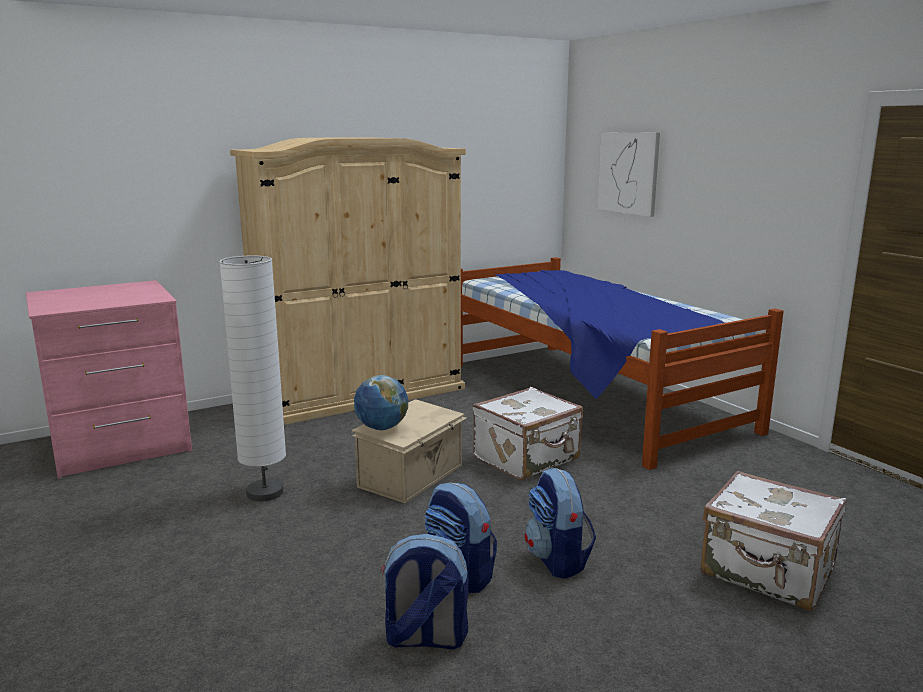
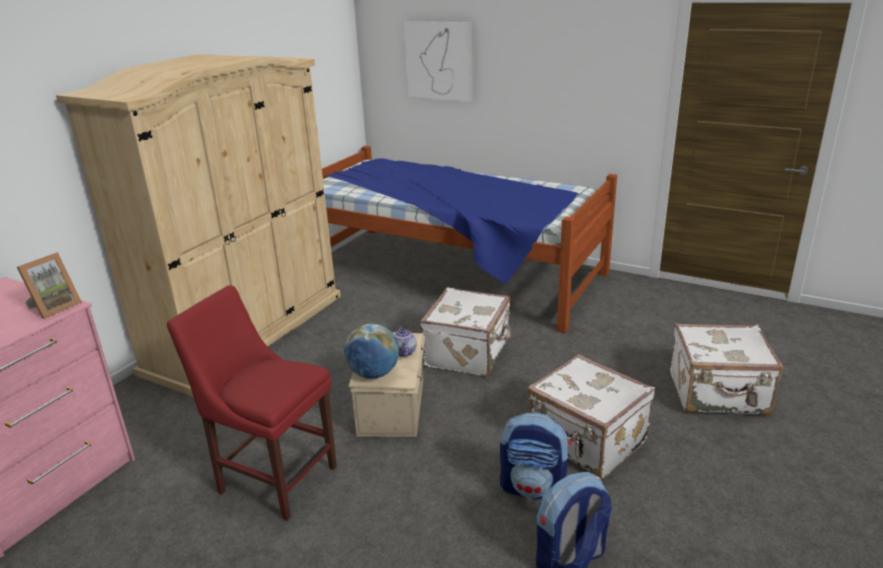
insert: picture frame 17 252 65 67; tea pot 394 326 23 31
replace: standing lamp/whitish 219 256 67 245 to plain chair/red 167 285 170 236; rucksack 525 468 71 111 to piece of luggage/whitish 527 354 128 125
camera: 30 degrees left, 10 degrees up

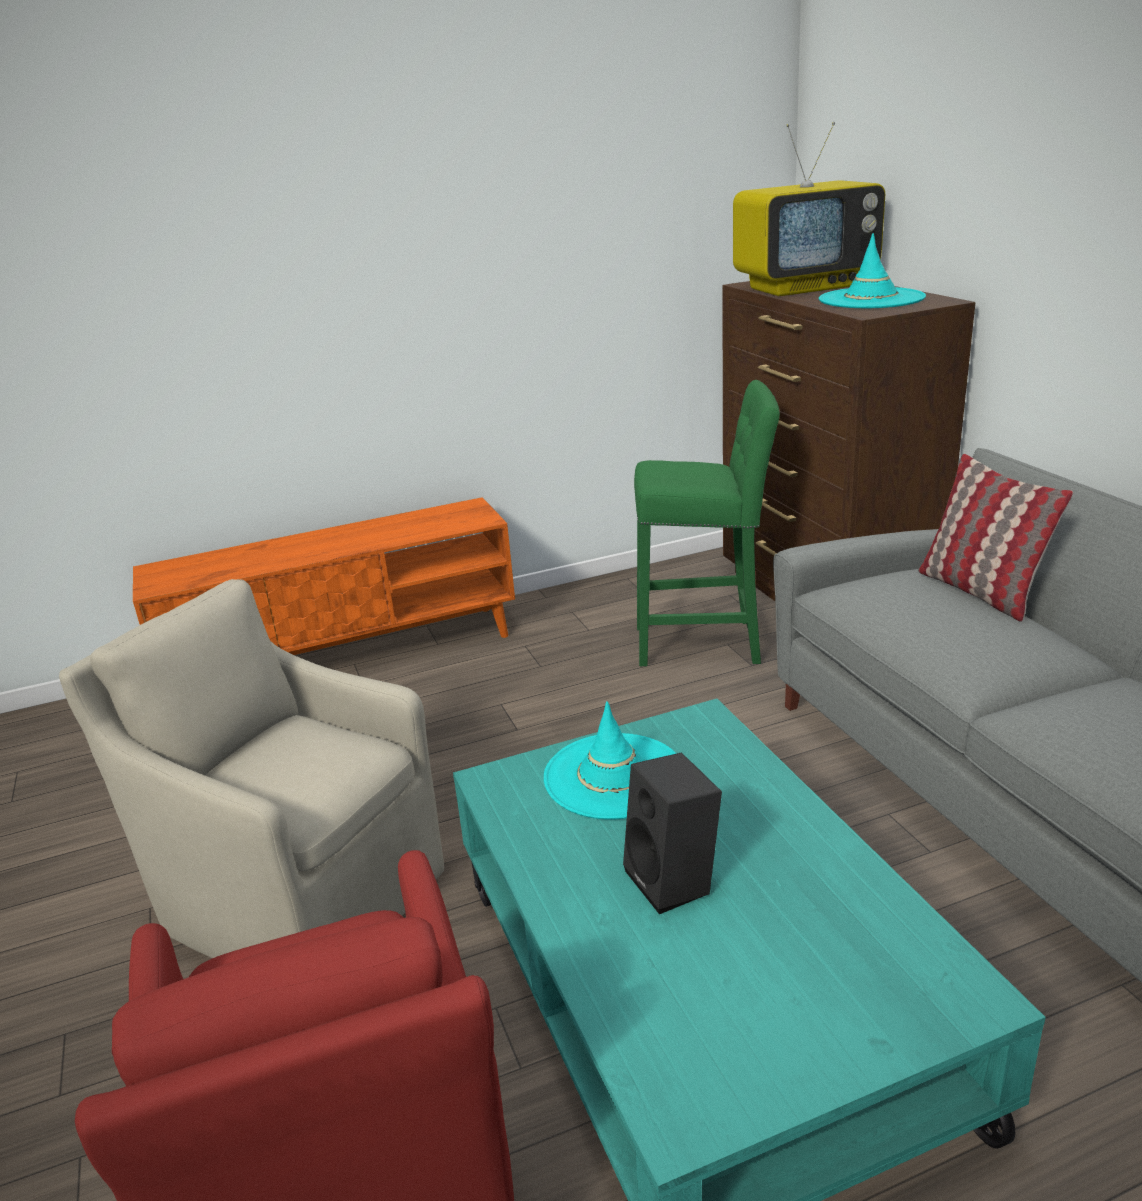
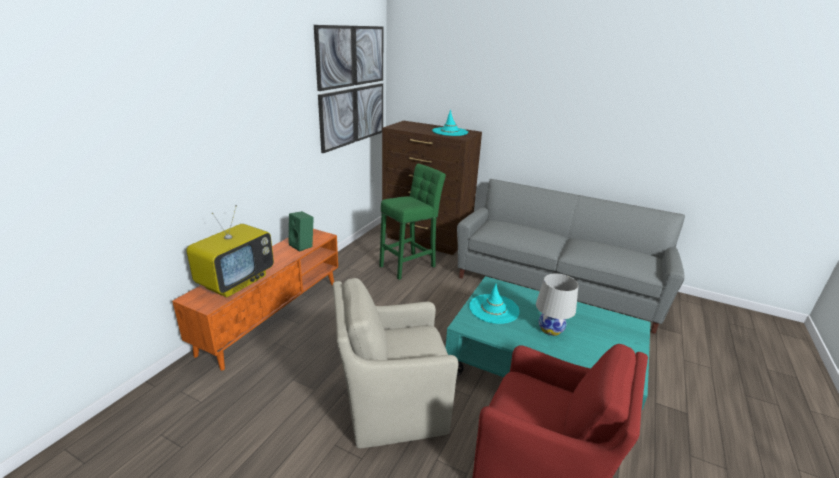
delete: cushion 918 454 155 168
insert: picture 314 25 69 128; audio speaker/greenish 289 211 25 41
move: TV 733 122 152 174 to 186 205 88 92
replace: audio speaker/blackish 623 752 99 162 to lamp for a table/whitish 536 274 42 62
camera: 45 degrees left, 0 degrees up

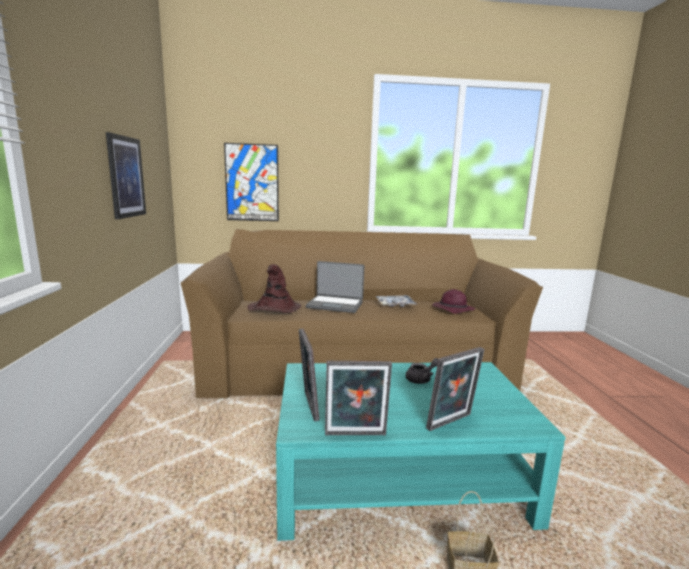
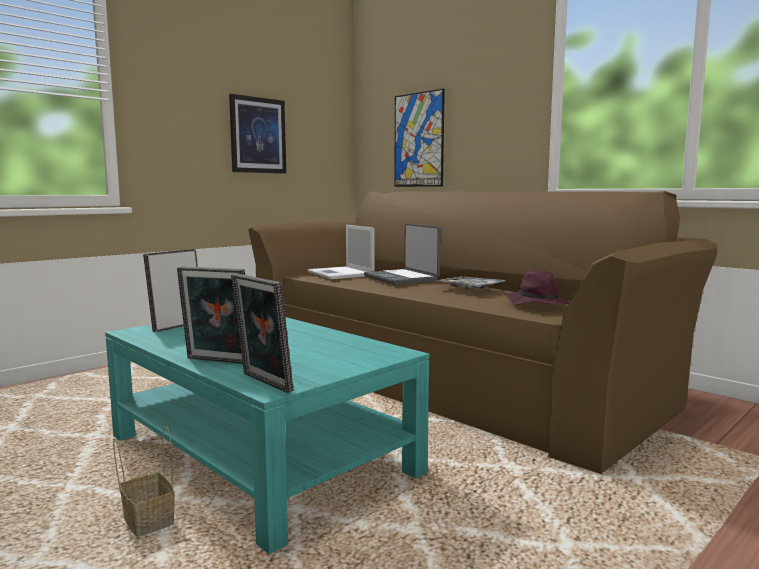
delete: tea pot/gray 406 358 32 26
move: picture frame 325 361 67 74 to 231 274 62 119
replace: hat/brown 247 264 54 49 to portable computer 307 225 68 54
camera: 50 degrees right, 5 degrees down

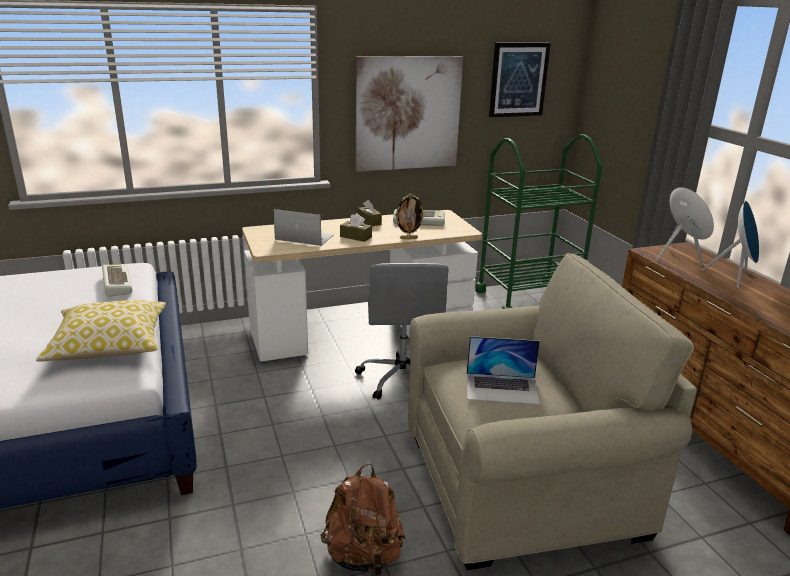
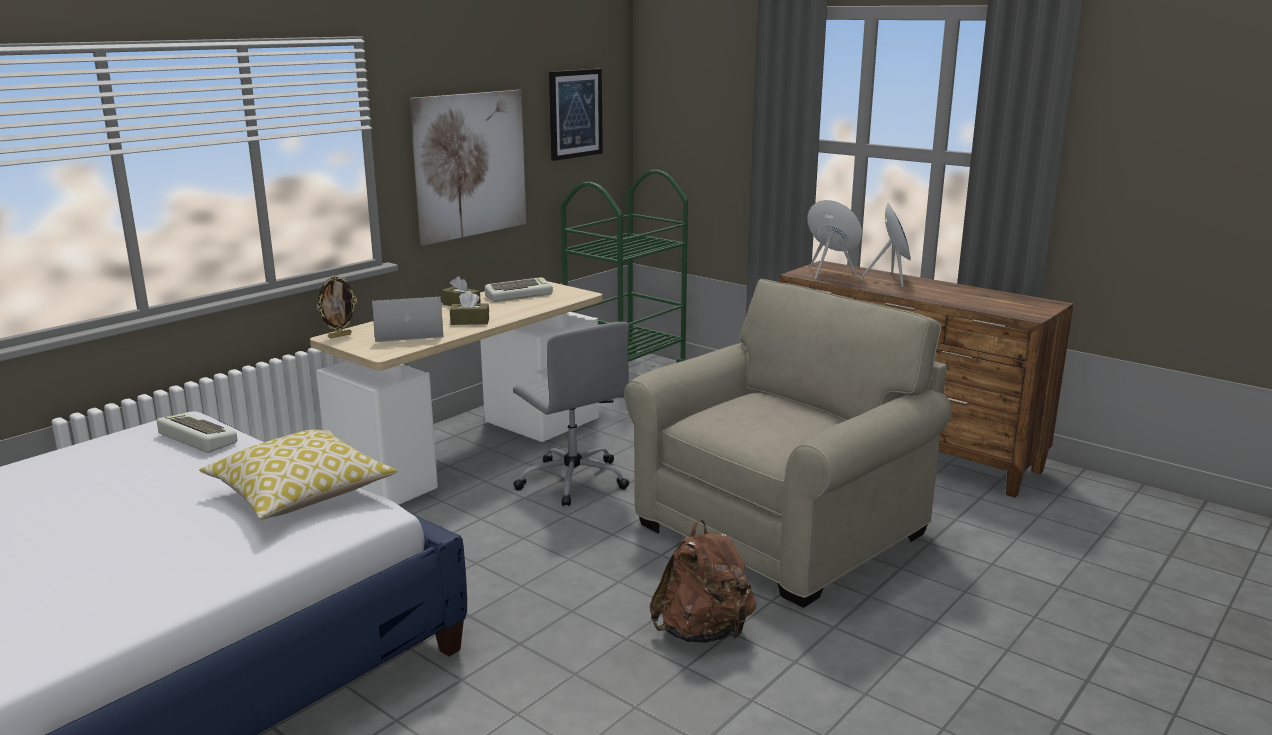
delete: portable computer 467 336 73 69
move: picture frame 395 194 30 45 to 317 275 40 63
camera: 30 degrees left, 5 degrees down

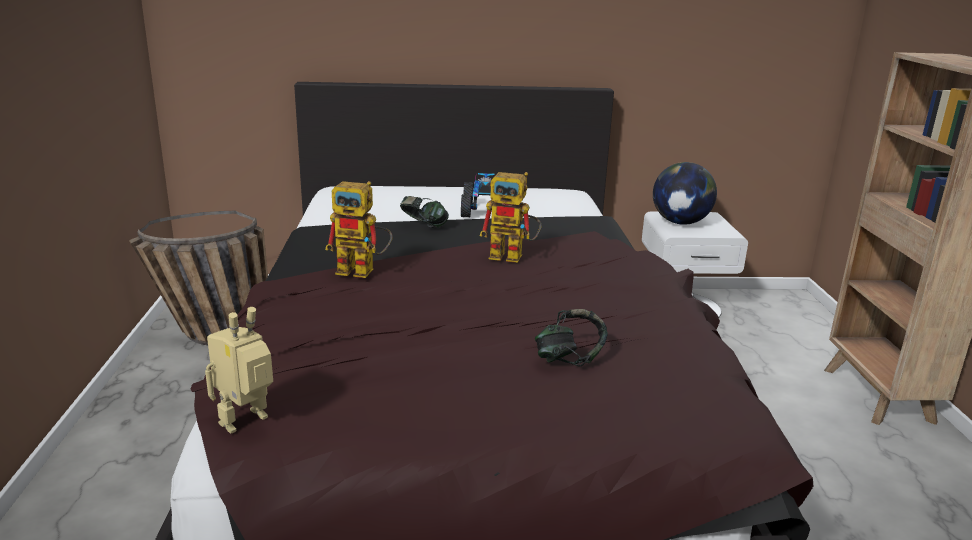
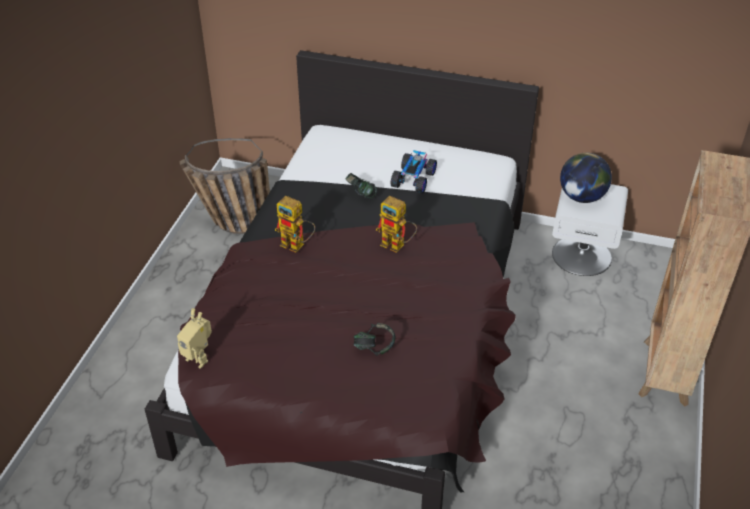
rotate: model robot 205 307 68 127 = 177 308 35 61 120 degrees counterclockwise
camera: 20 degrees right, 20 degrees up

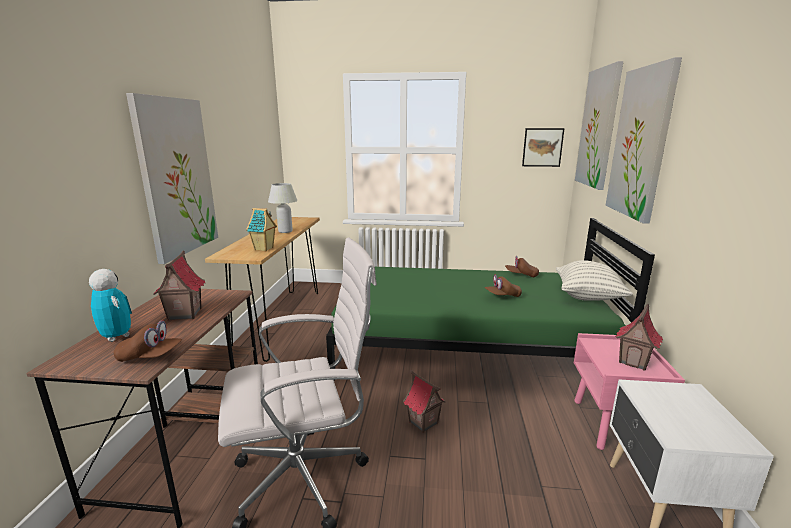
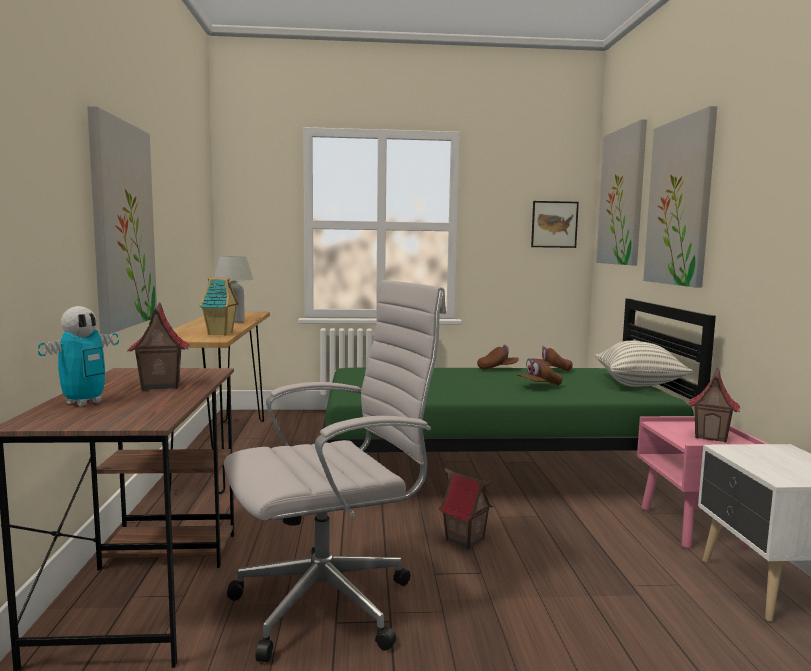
move: peaked cap/brown 114 320 68 42 to 477 345 42 25
rotate: model robot 89 269 43 73 = 38 306 81 101 90 degrees clockwise
camera: 10 degrees left, 10 degrees down

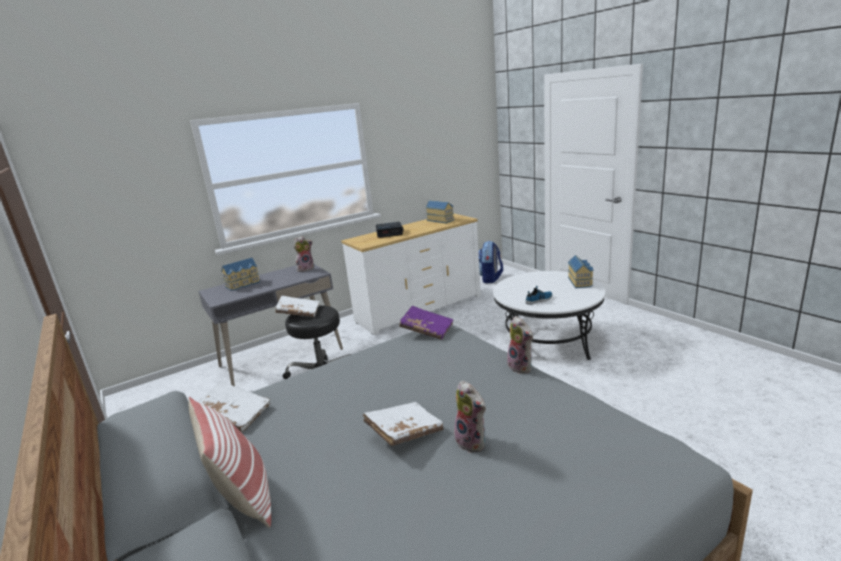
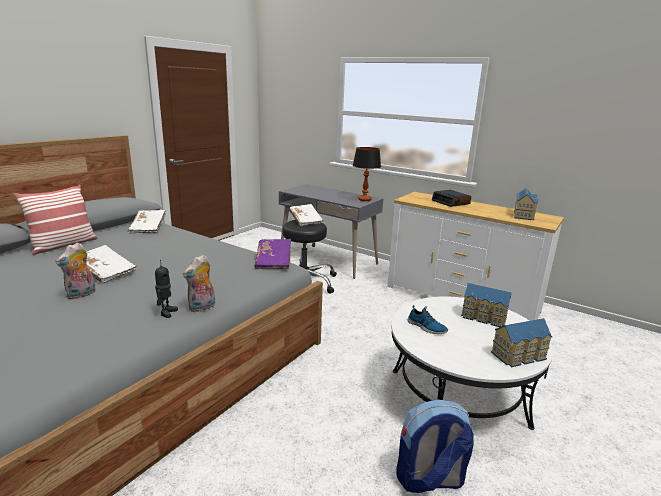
insert: model robot 155 260 23 58
move: rucksack 479 241 24 42 to 396 399 78 94; toy house 221 258 39 33 to 461 283 51 44
replace: soft toy 294 236 20 36 to lamp for a table 353 147 28 54
camera: 65 degrees right, 0 degrees up

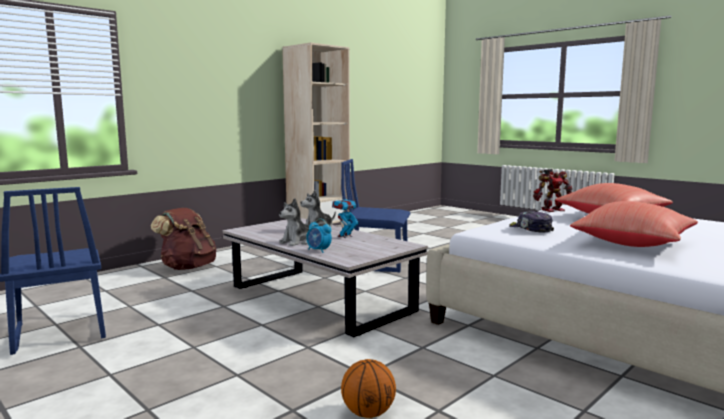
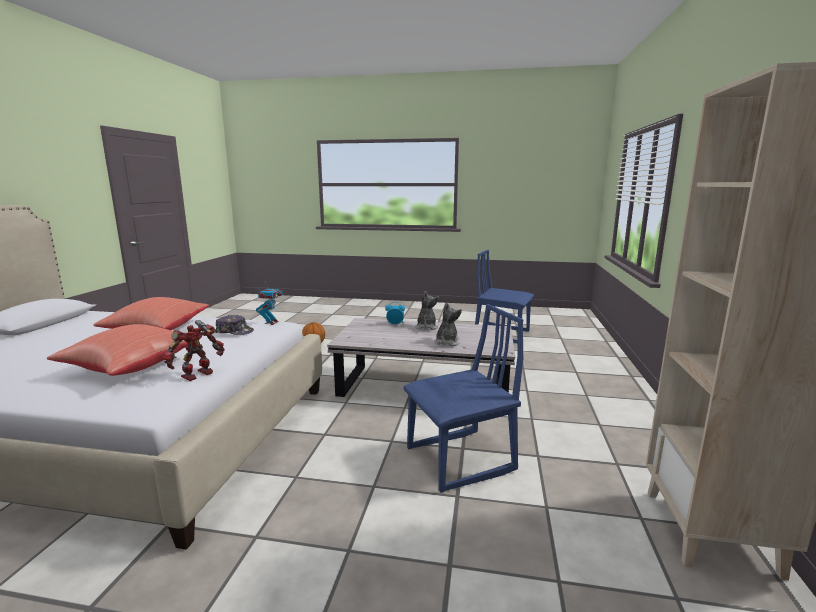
delete: rucksack/brown 151 208 65 62
move: model robot 332 194 27 44 to 256 282 27 43
camera: 145 degrees right, 5 degrees up

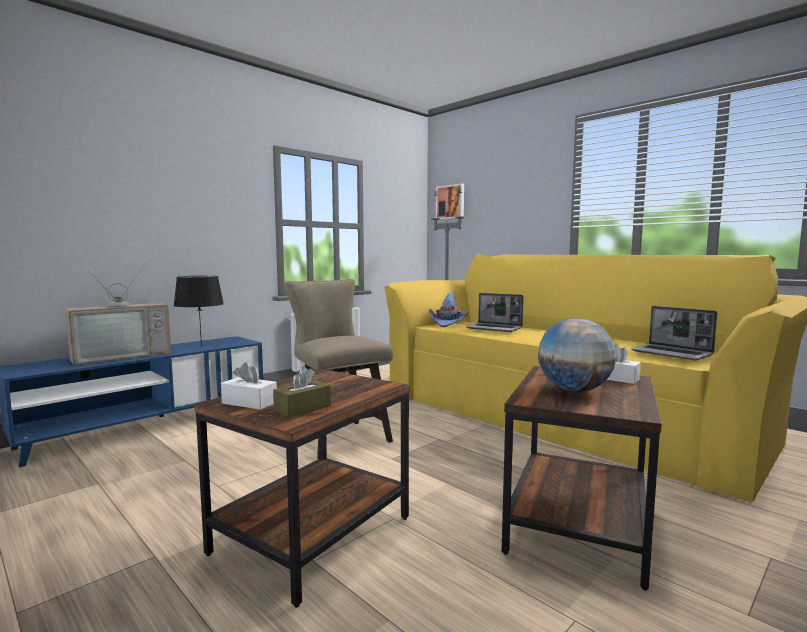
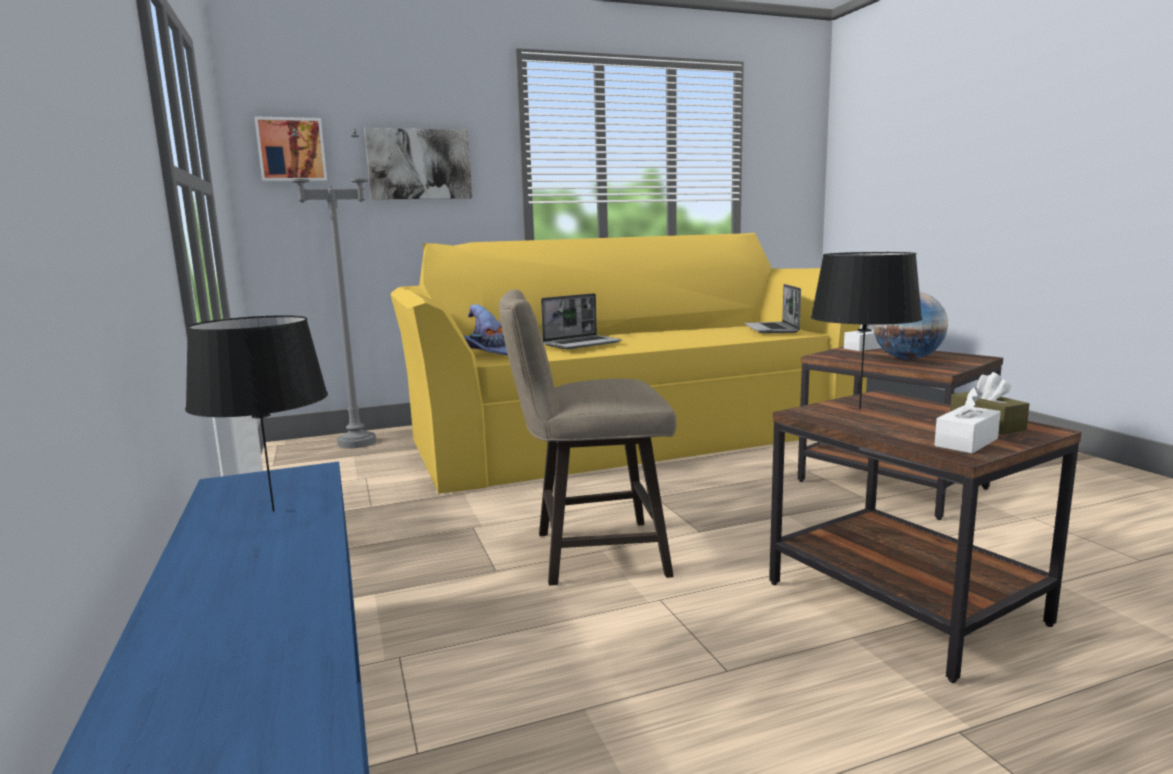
delete: TV 65 263 106 102
insert: picture 365 128 107 72; lamp for a table/blackish 811 252 111 157
rotate: portable computer 631 306 86 55 = 744 284 57 49 105 degrees clockwise
camera: 65 degrees left, 5 degrees up

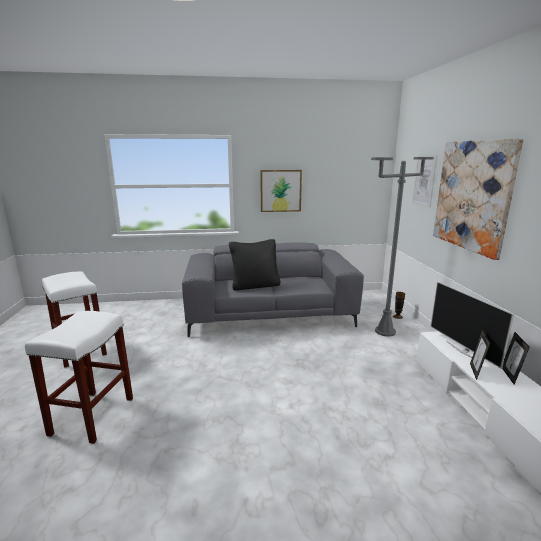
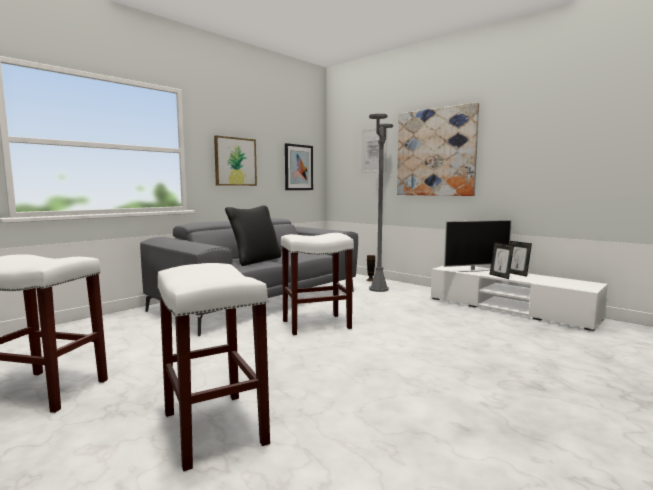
insert: picture 285 143 28 47; sitting stool/whitish 281 233 73 102
rotate: TV 430 281 84 88 = 444 220 68 52 45 degrees counterclockwise
camera: 40 degrees left, 10 degrees down

